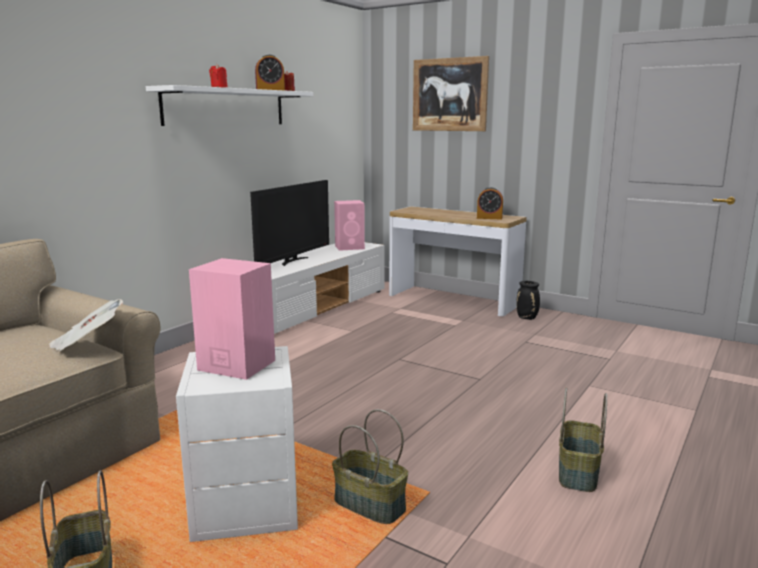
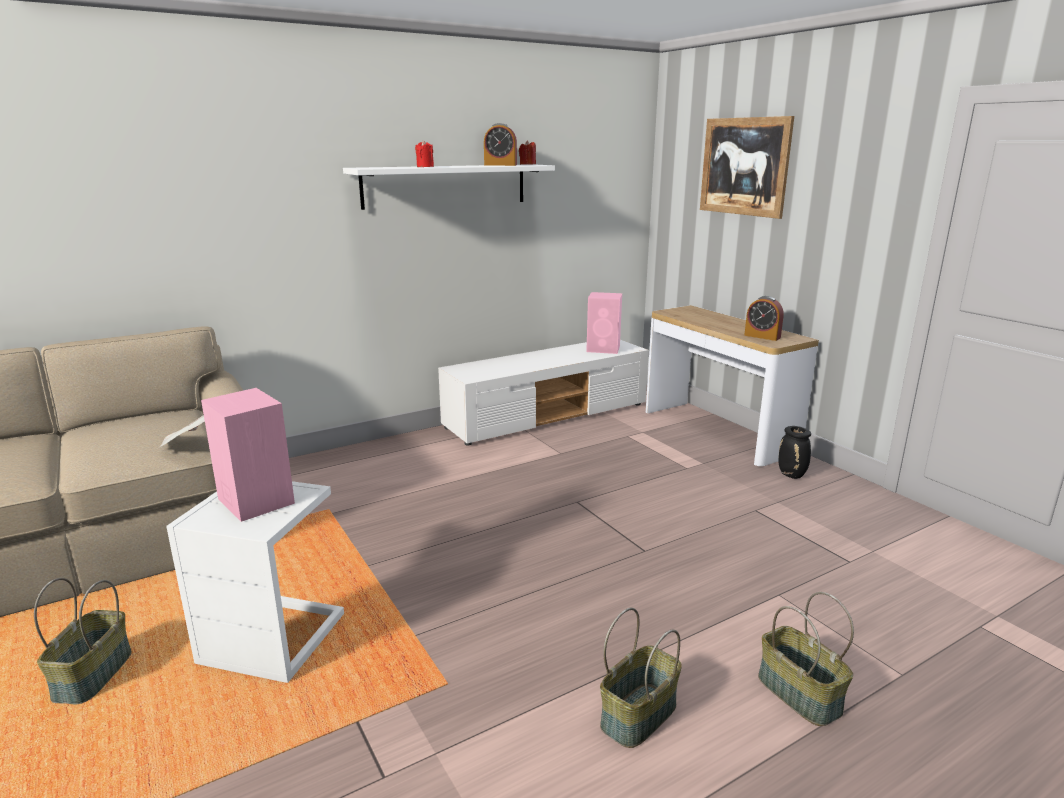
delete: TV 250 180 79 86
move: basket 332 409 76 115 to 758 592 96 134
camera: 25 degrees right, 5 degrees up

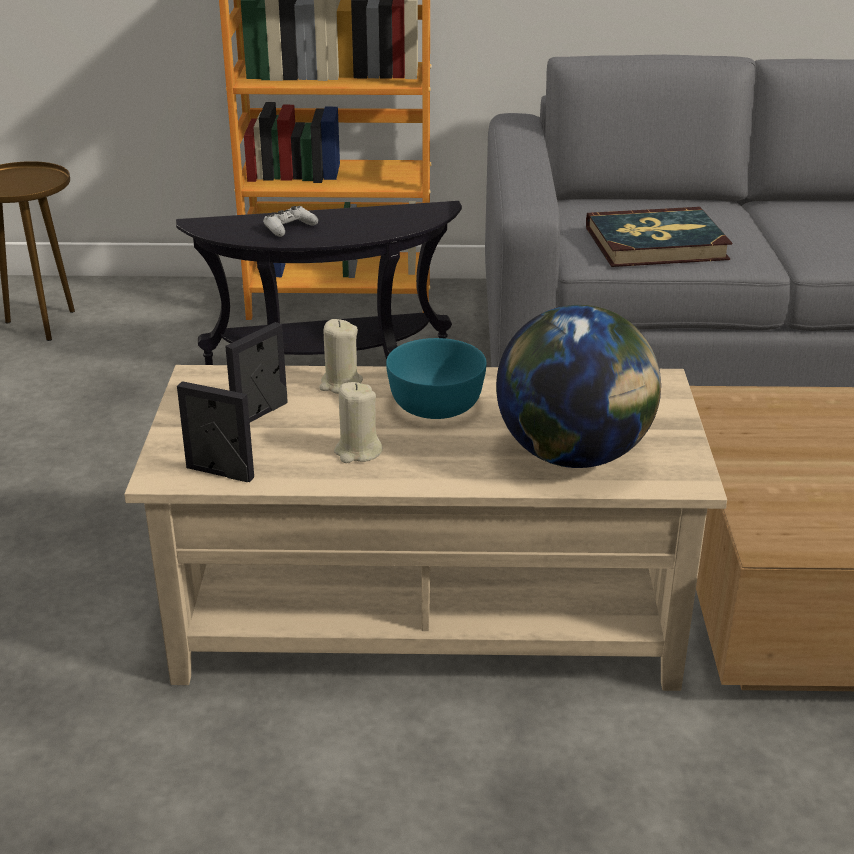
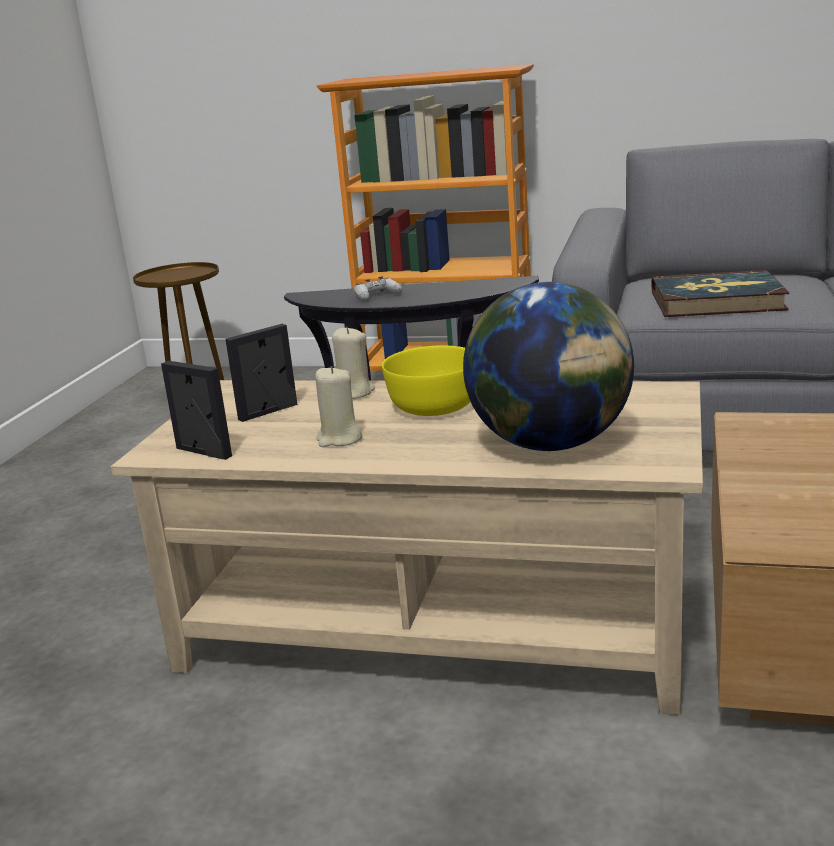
recolor: bowl/blue-green 386 338 101 81 to bowl/yellow 382 345 89 71
camera: 15 degrees right, 10 degrees down

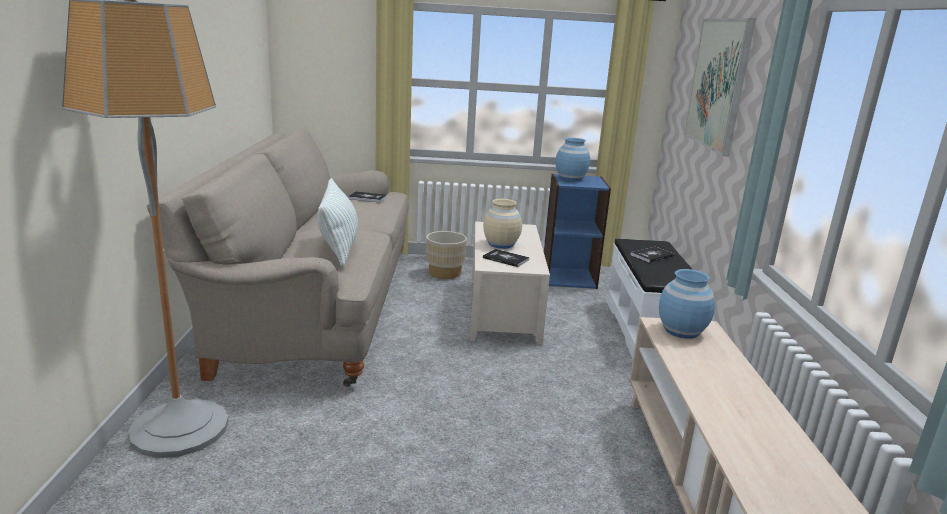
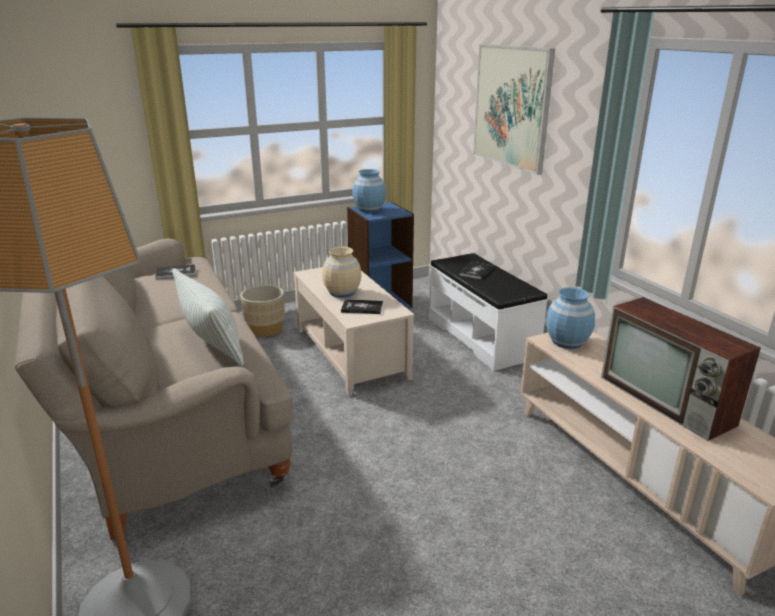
insert: TV 601 297 160 144
camera: 25 degrees left, 5 degrees up

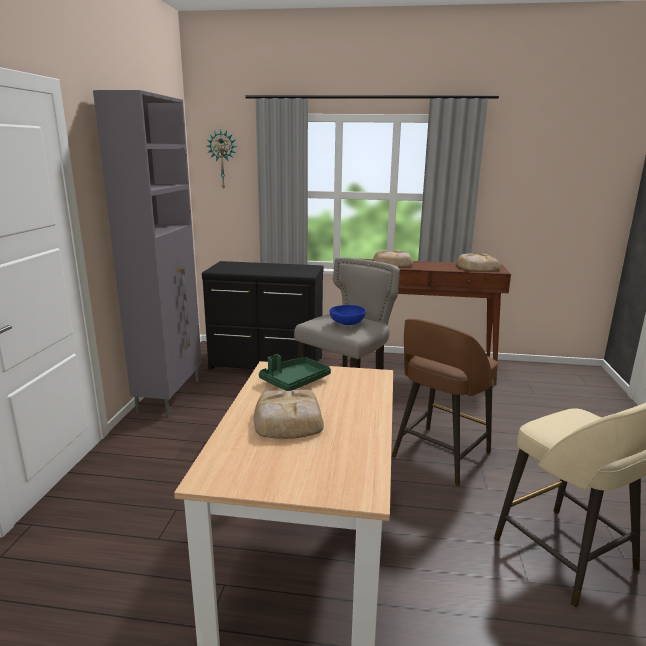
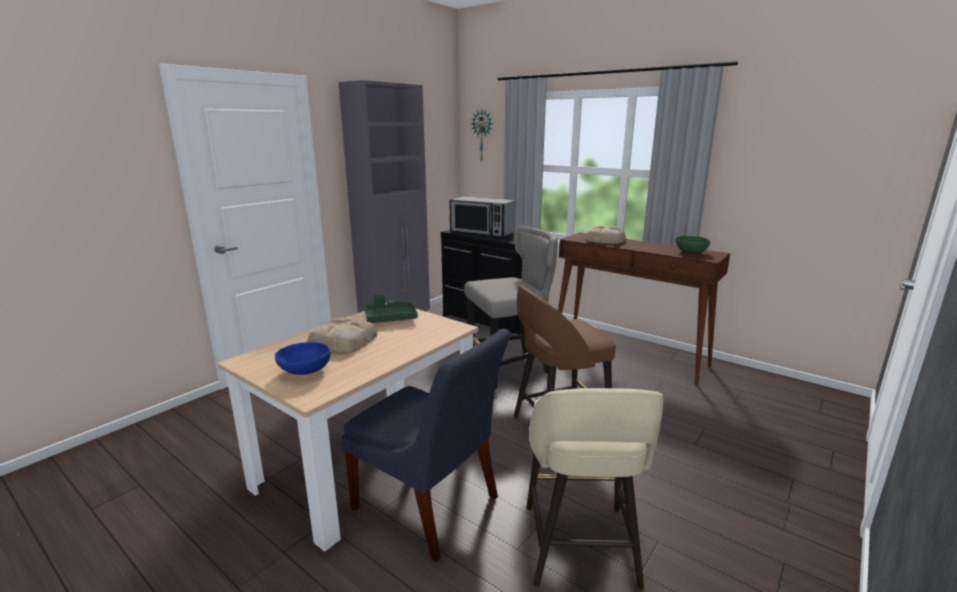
insert: kitchen microwave 449 196 67 41; plain chair/blue 341 329 170 233
move: bowl/blue 330 305 36 20 to 275 342 55 33
replace: bread 457 254 43 17 to bowl/greenish 676 236 34 18
camera: 30 degrees right, 0 degrees up

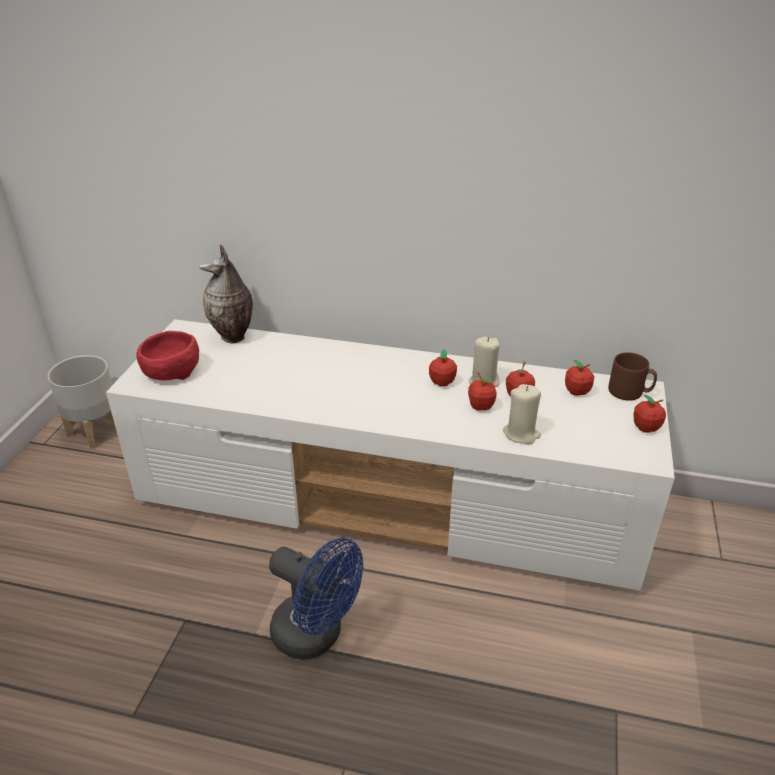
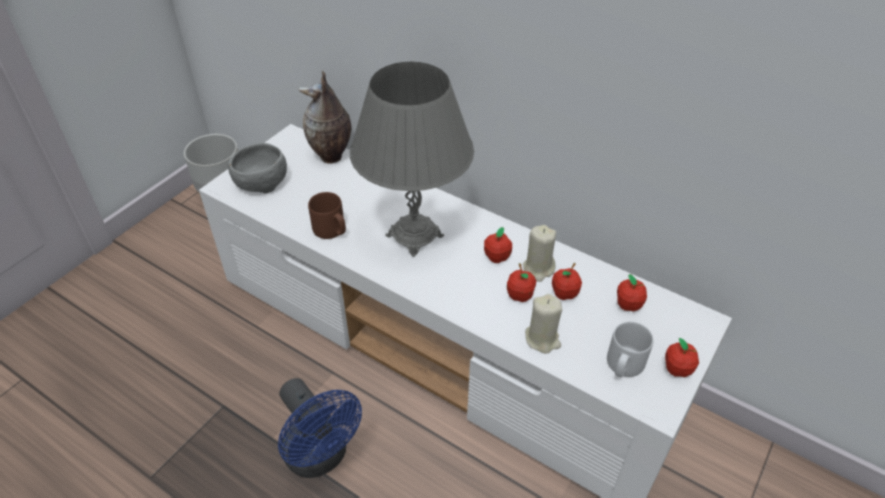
insert: lamp for a table/gray 350 62 124 195; tea mug/gray 607 322 47 55
move: tea mug/brown 608 352 49 49 to 308 192 38 47
recolor: bowl/red 136 331 63 49 to bowl/gray 228 143 59 51
camera: 20 degrees right, 10 degrees up

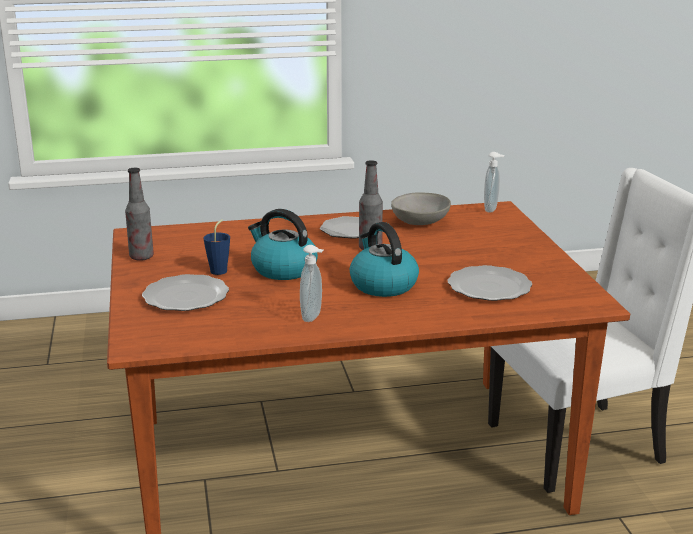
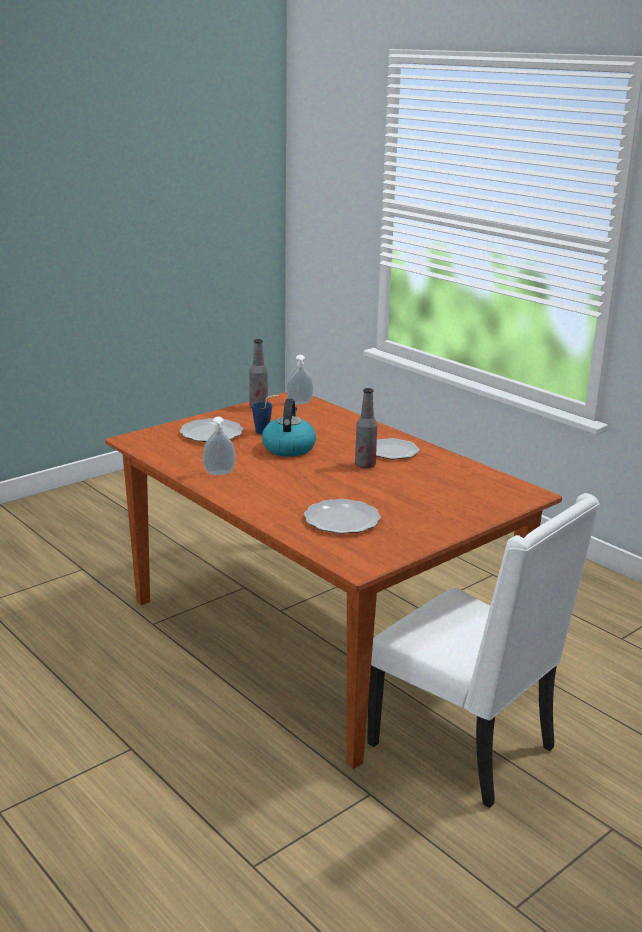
delete: bowl/gray 391 192 60 33; kettle 350 222 69 75
move: soap bottle 484 152 21 61 to 287 355 26 50
camera: 60 degrees right, 0 degrees up

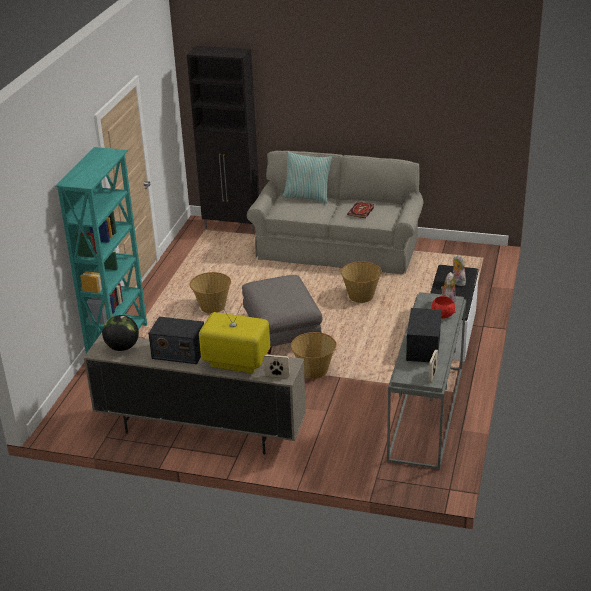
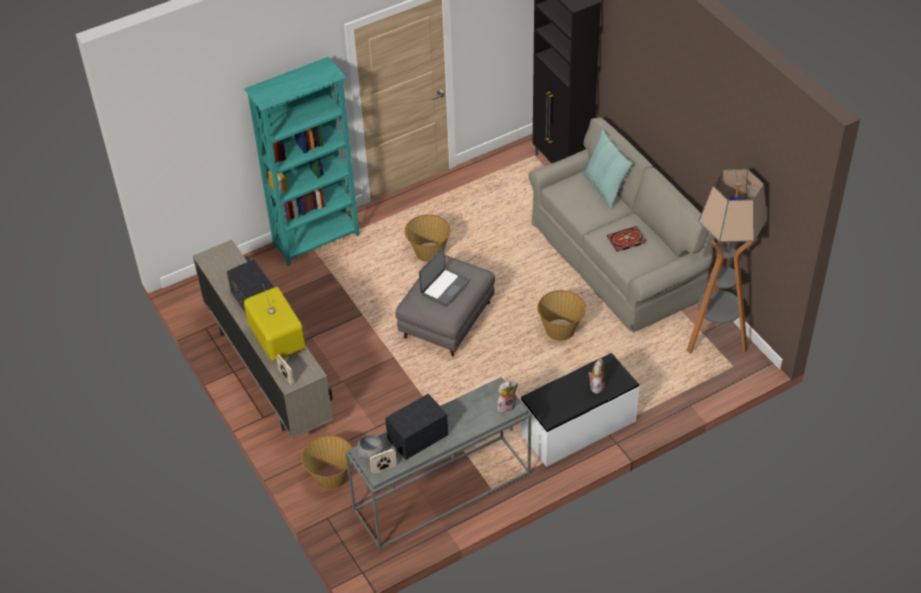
delete: bowl/red 431 296 25 22; desk globe 102 315 37 36
insert: standing lamp 687 169 80 185; portable computer 419 247 51 60; bowl/gray 357 435 28 26
move: basket 291 332 46 47 to 302 435 50 55
camera: 45 degrees right, 15 degrees up

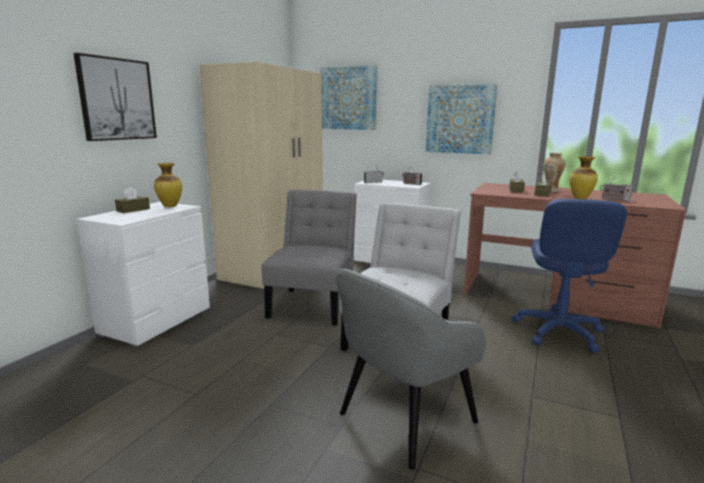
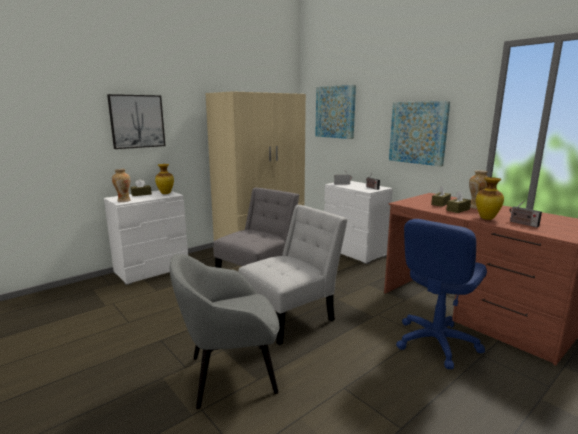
insert: vase 112 169 18 33
camera: 25 degrees right, 0 degrees up

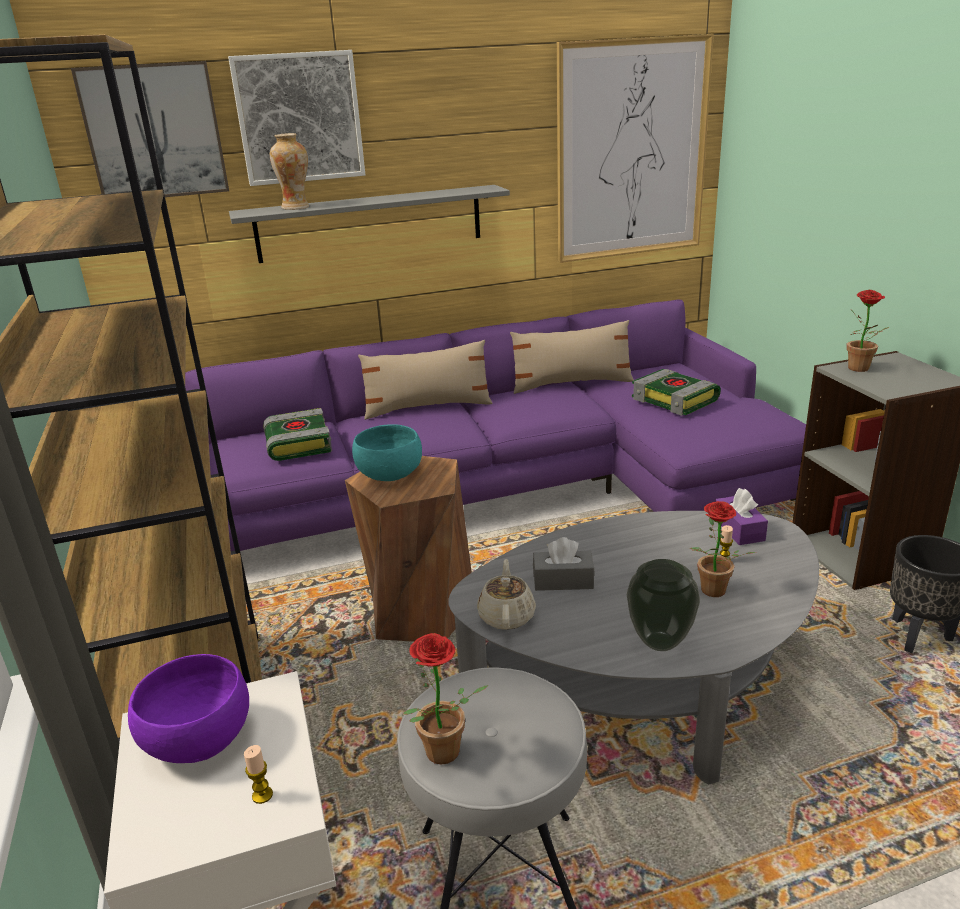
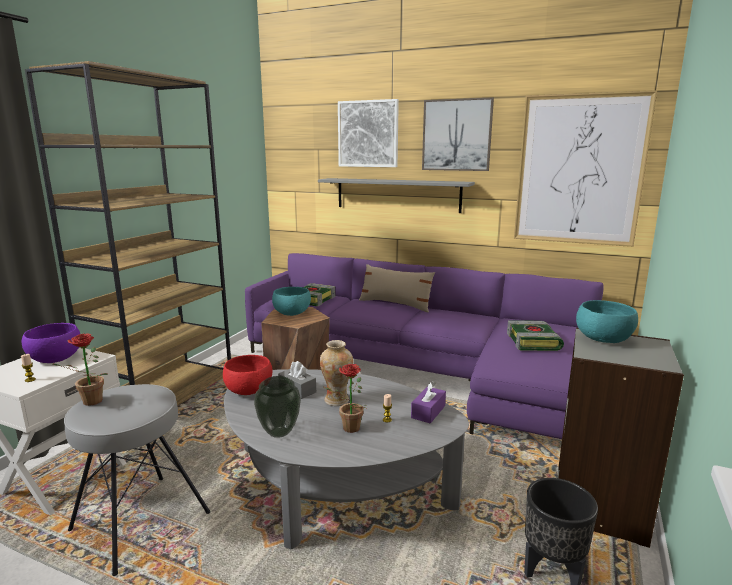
delete: cushion/beige-coloured 510 320 124 74
move: picture 71 61 158 136 to 422 97 72 74; vase 270 133 39 77 to 320 340 33 66
replace: potted plant 847 290 42 82 to bowl/blue-green 576 300 62 43; tea pot/beige-coloured 477 559 59 71 to bowl/red 223 355 49 40
camera: 40 degrees right, 10 degrees down

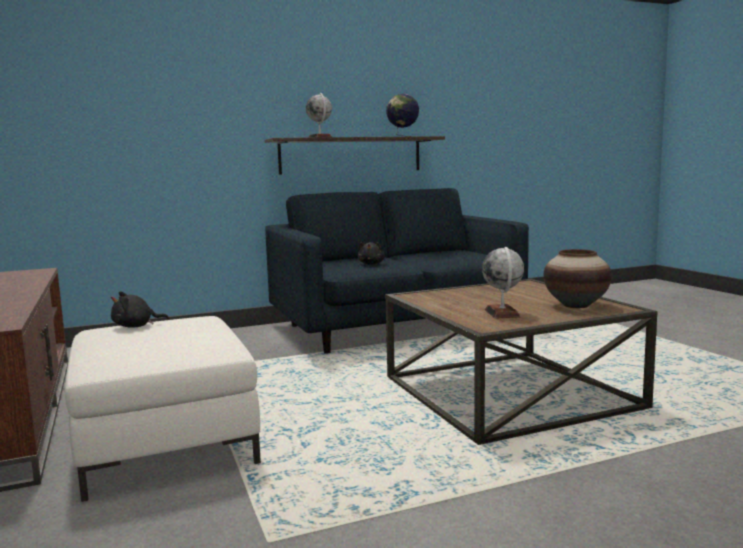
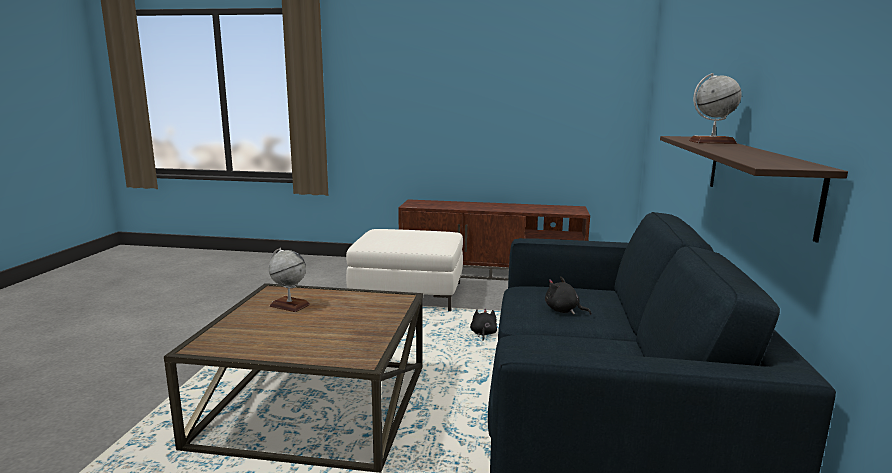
delete: desk globe 386 94 33 43; vase 544 249 68 59
move: soft toy/blackish 111 291 58 37 to 470 309 27 32
camera: 120 degrees right, 5 degrees up

